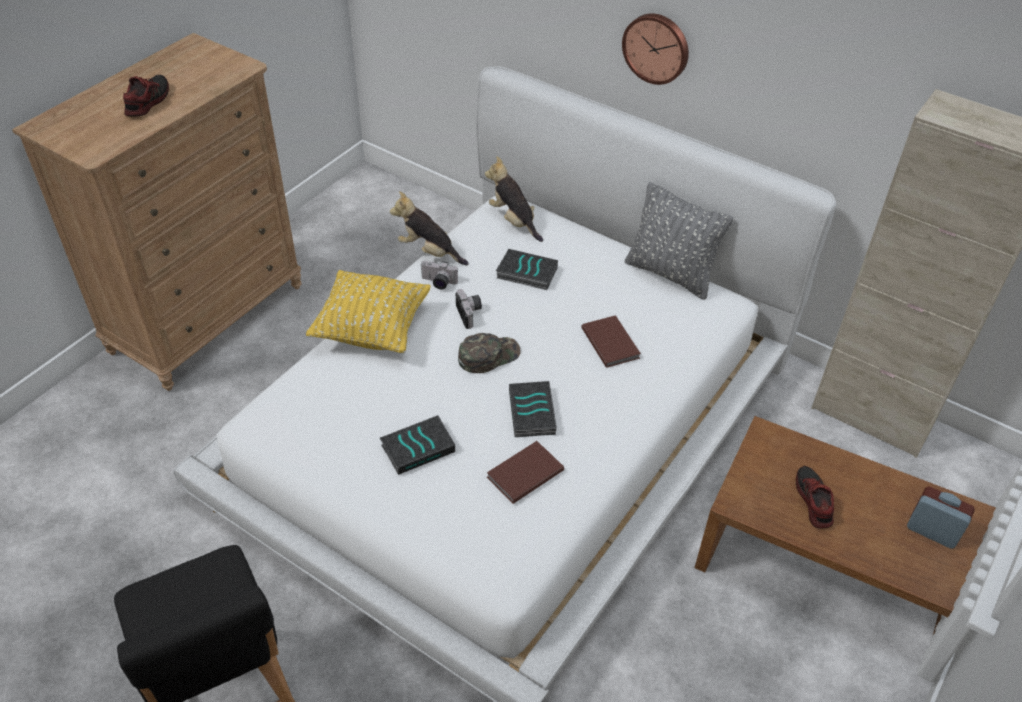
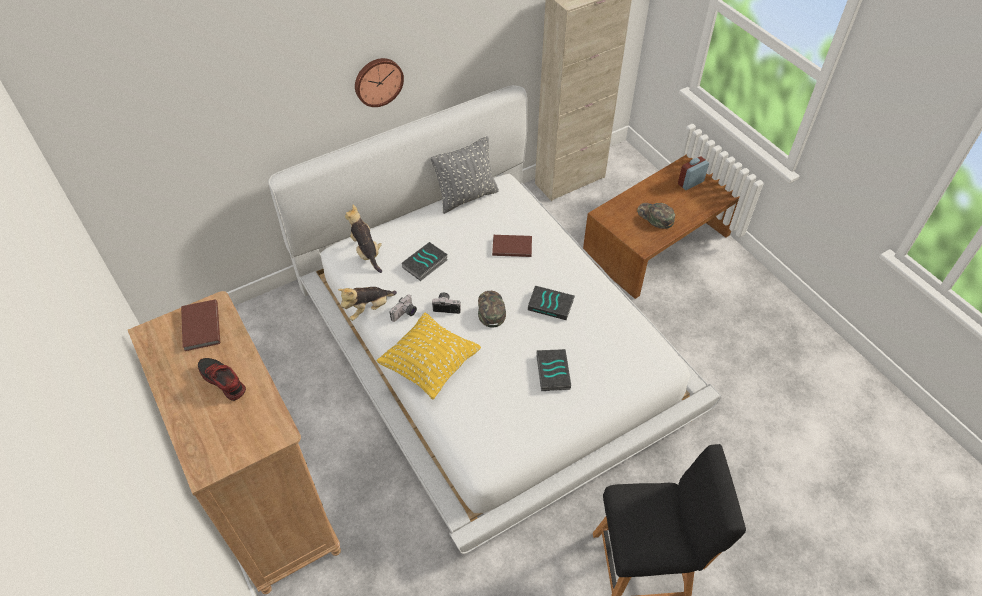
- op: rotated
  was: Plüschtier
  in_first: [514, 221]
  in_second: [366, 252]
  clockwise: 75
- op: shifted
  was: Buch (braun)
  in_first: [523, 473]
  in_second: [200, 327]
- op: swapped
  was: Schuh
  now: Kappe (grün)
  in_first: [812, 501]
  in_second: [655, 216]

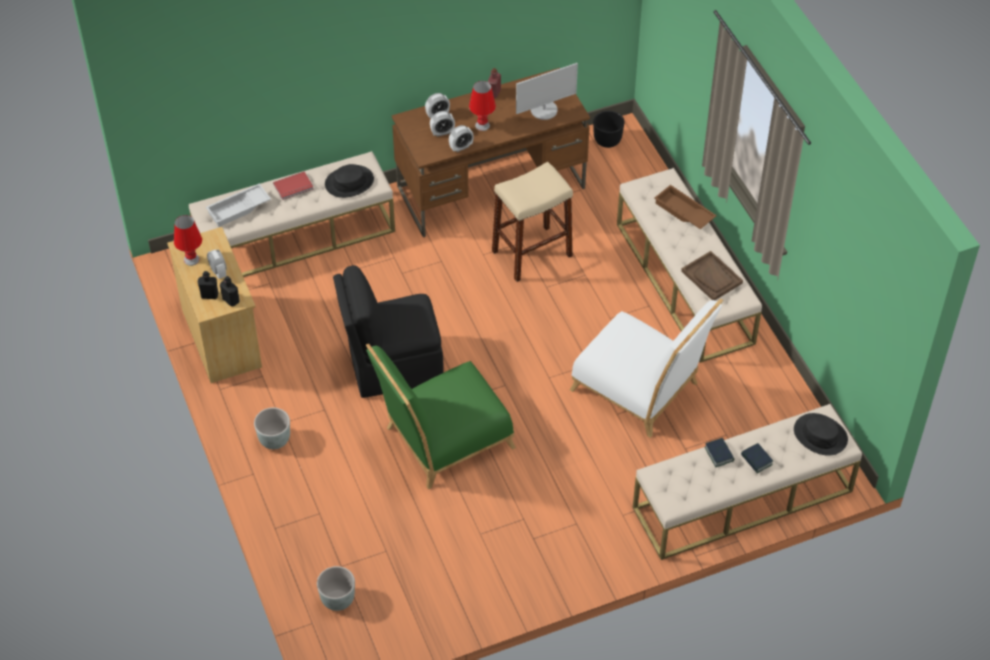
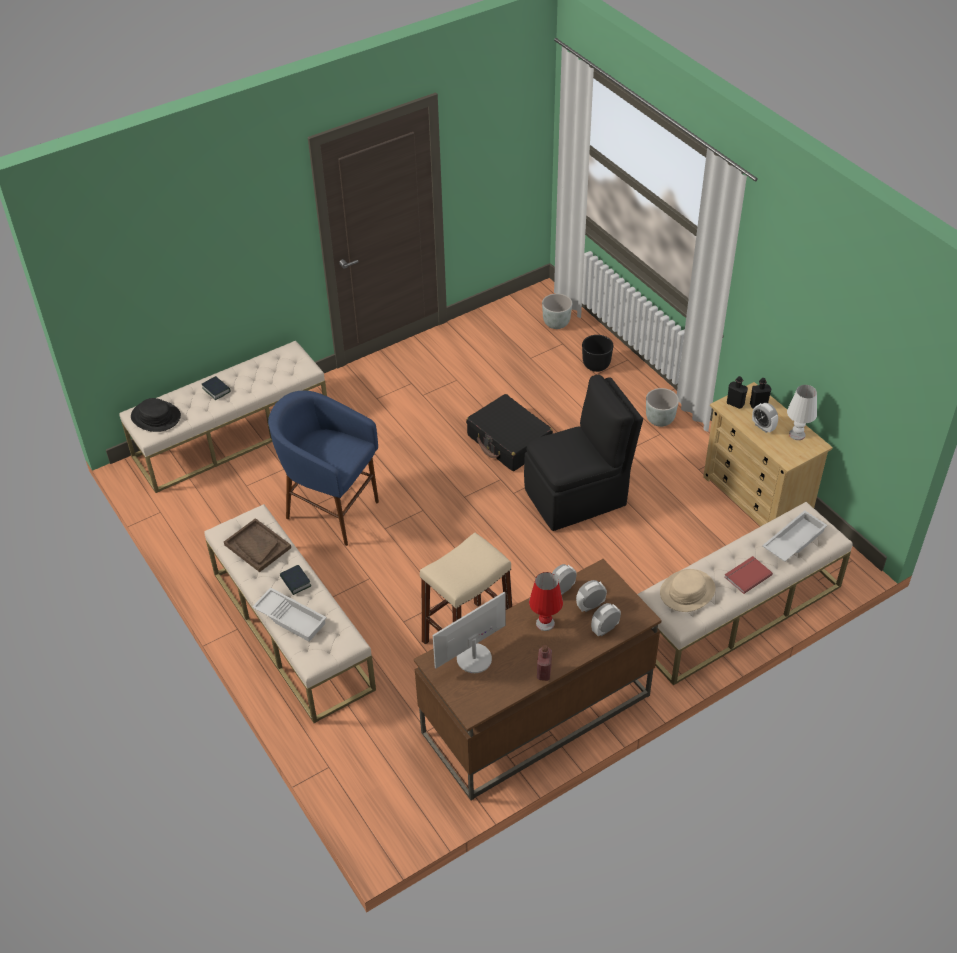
- op: repainted
  was: Tischlampe (rot)
  now: Tischlampe (weiß)
  in_first: [191, 259]
  in_second: [797, 434]
- op: repainted
  was: Hut (schwarz)
  now: Hut (beige)
  in_first: [349, 182]
  in_second: [687, 591]
- op: swapped
  was: Stuhl (grün)
  now: Koffer (schwarz)
  in_first: [442, 441]
  in_second: [509, 441]
- op: swapped
  was: Stuhl (weiß)
  now: Hocker (blau)
  in_first: [640, 391]
  in_second: [331, 511]
- op: shifted
  was: Pflanzkübel (schwarz)
  in_first: [607, 141]
  in_second: [596, 365]
- op: repainted
  was: Tablett (braun)
  now: Tablett (weiß)
  in_first: [683, 212]
  in_second: [291, 617]
- op: shifted
  was: Buch
  in_first: [719, 454]
  in_second: [295, 582]

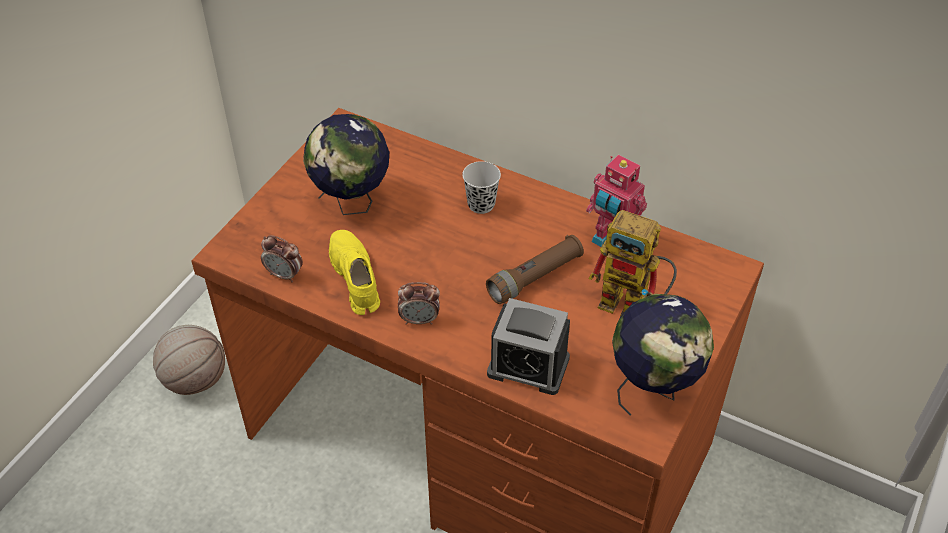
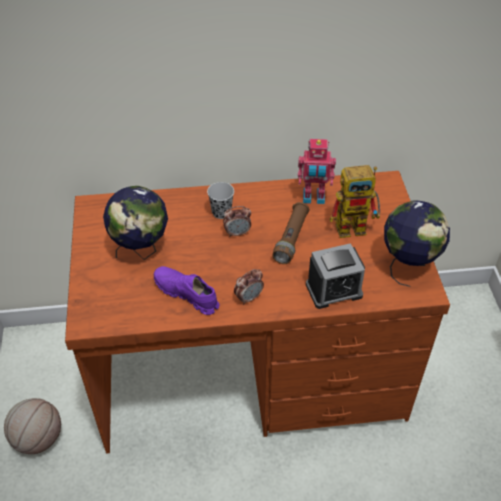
- op: shifted
  was: Wecker
  in_first: [284, 275]
  in_second: [237, 233]
- op: repainted
  was: Schuh (gelb)
  now: Schuh (lila)
  in_first: [355, 278]
  in_second: [186, 294]

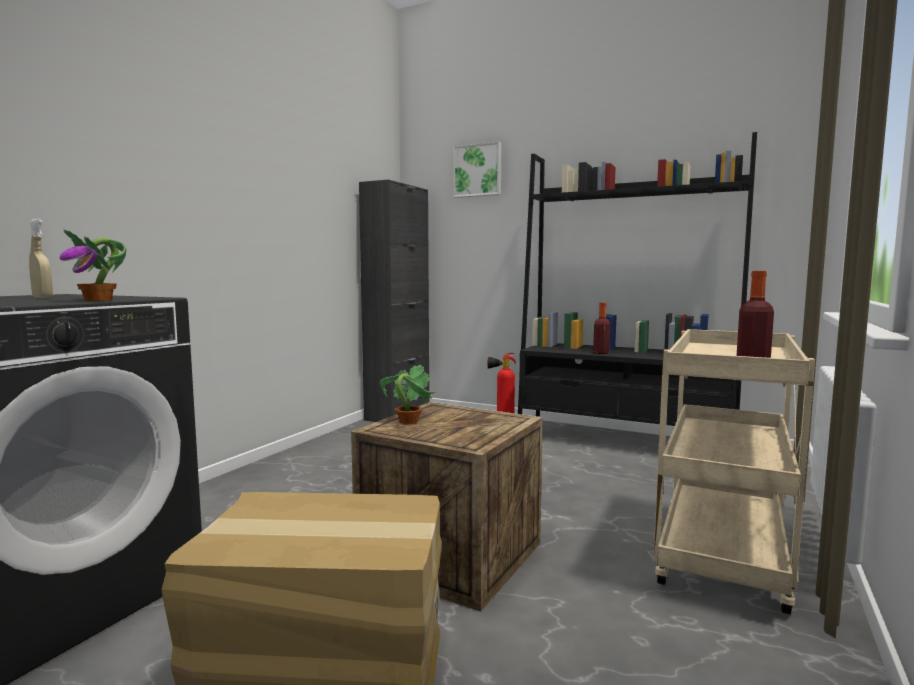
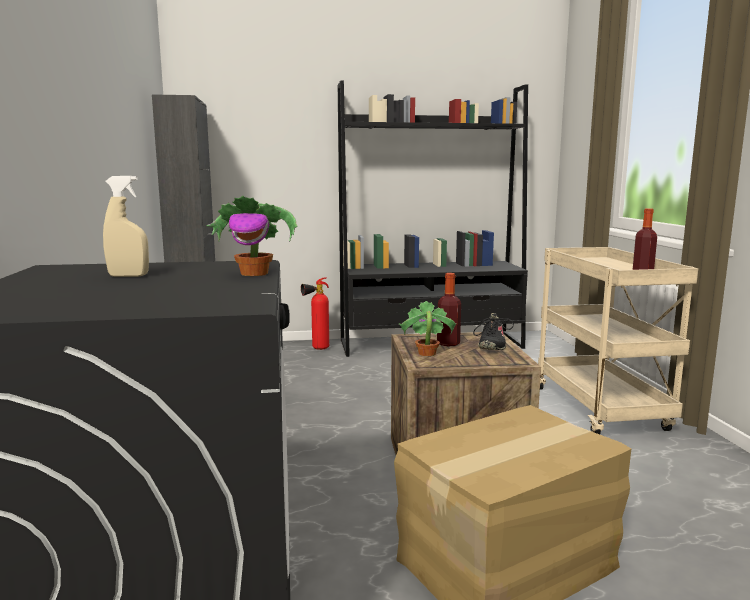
- op: gone
  was: Bild
  in_first: [478, 170]
- op: shifted
  was: Flasche
  in_first: [601, 353]
  in_second: [448, 343]
- op: new
  now: Schuh (schwarz)
  in_second: [491, 345]

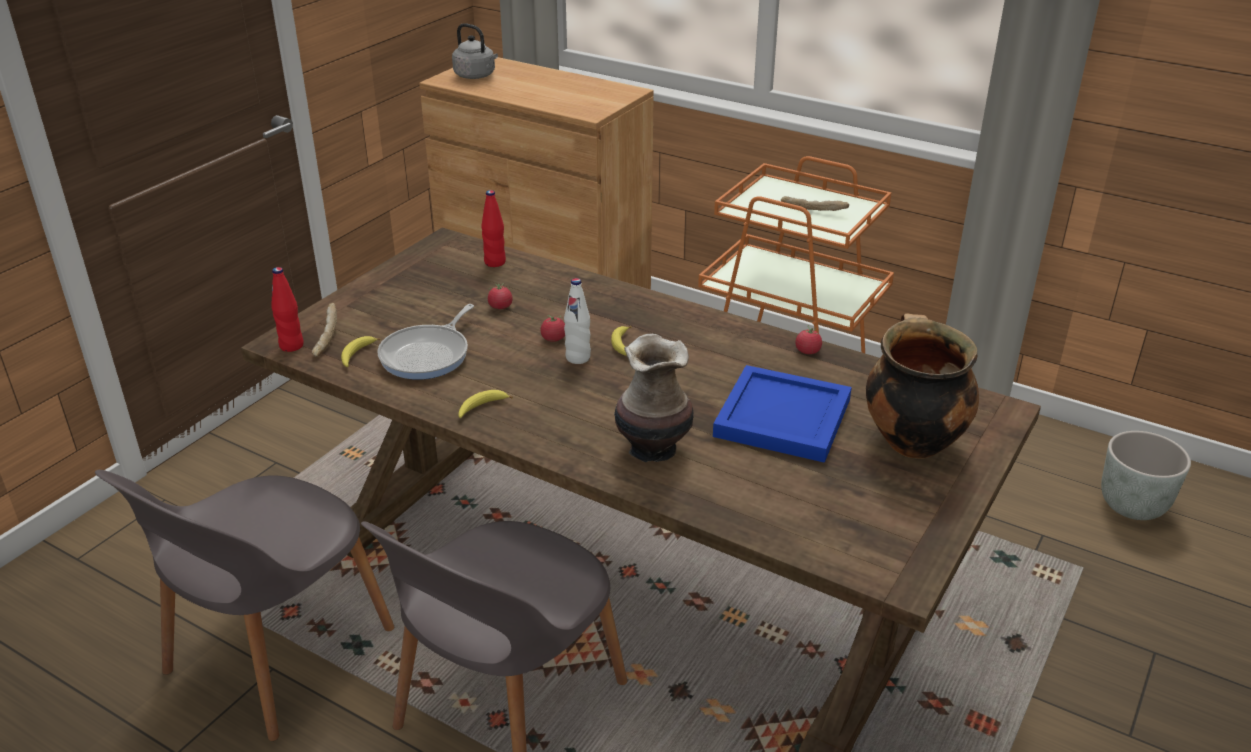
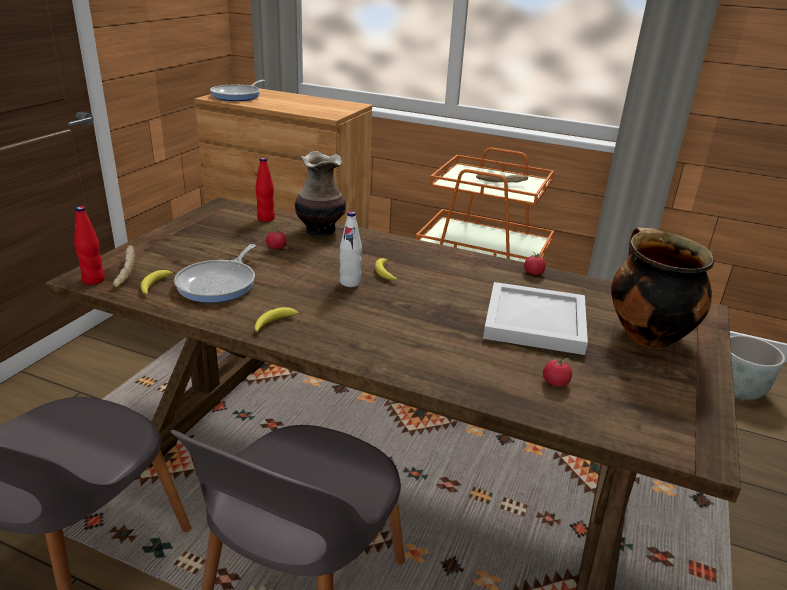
- op: swapped
  was: Wasserkessel (grau)
  now: Pfanne
  in_first: [476, 76]
  in_second: [238, 96]
- op: shifted
  was: Tomate
  in_first: [553, 339]
  in_second: [555, 382]
- op: shifted
  was: Vase
  in_first: [652, 448]
  in_second: [319, 230]
- op: repainted
  was: Tablett (blau)
  now: Tablett (weiß)
  in_first: [780, 418]
  in_second: [533, 322]

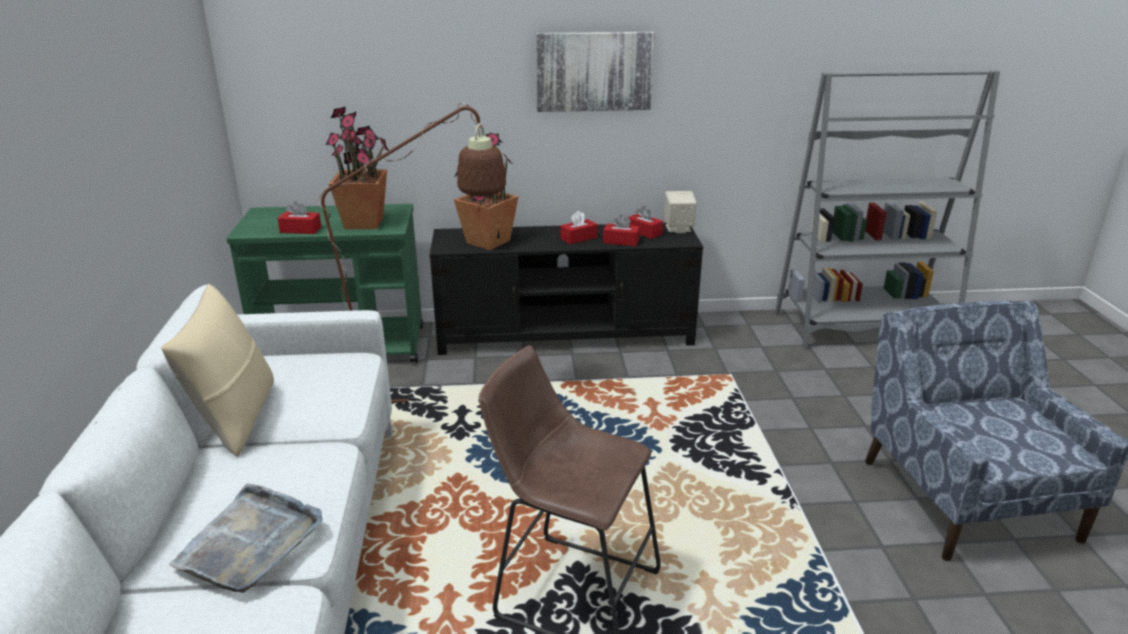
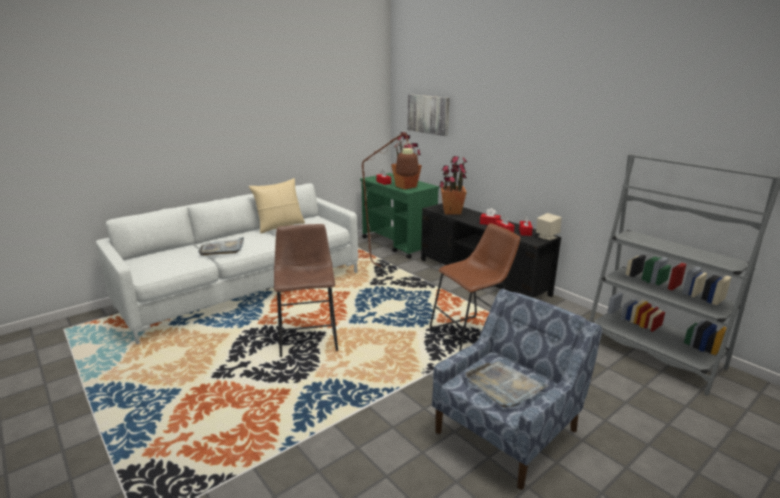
- op: shifted
  was: Bild
  in_first: [594, 71]
  in_second: [428, 114]
- op: new
  now: Hocker (braun)
  in_second: [472, 334]
- op: new
  now: Tablett (grau)
  in_second: [503, 386]

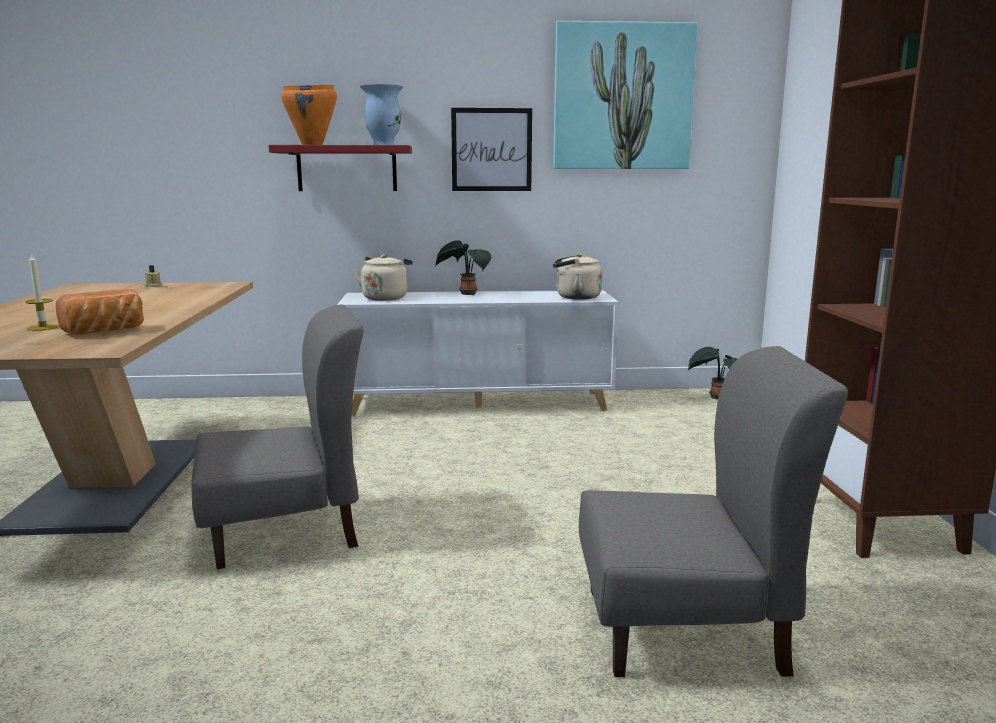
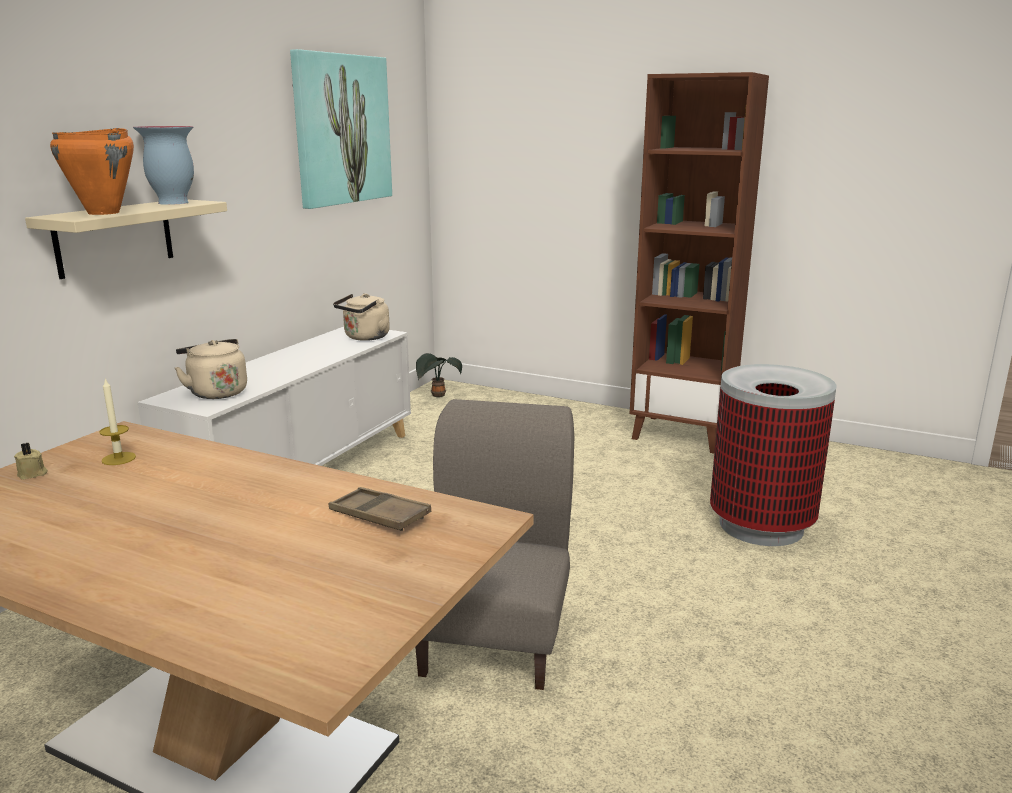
- op: shifted
  was: Kerze
  in_first: [43, 327]
  in_second: [119, 458]
- op: swapped
  was: Brot
  now: Tablett (braun)
  in_first: [105, 332]
  in_second: [379, 516]
- op: repainted
  was: Wandregal (rot)
  now: Wandregal (beige)
  in_first: [347, 168]
  in_second: [114, 237]
- op: gone
  was: Topfpflanze
  in_first: [466, 294]
- op: gone
  was: Bild
  in_first: [491, 150]
- op: swapped
  was: Stuhl (grau)
  now: Mülleimer
  in_first: [684, 630]
  in_second: [761, 525]

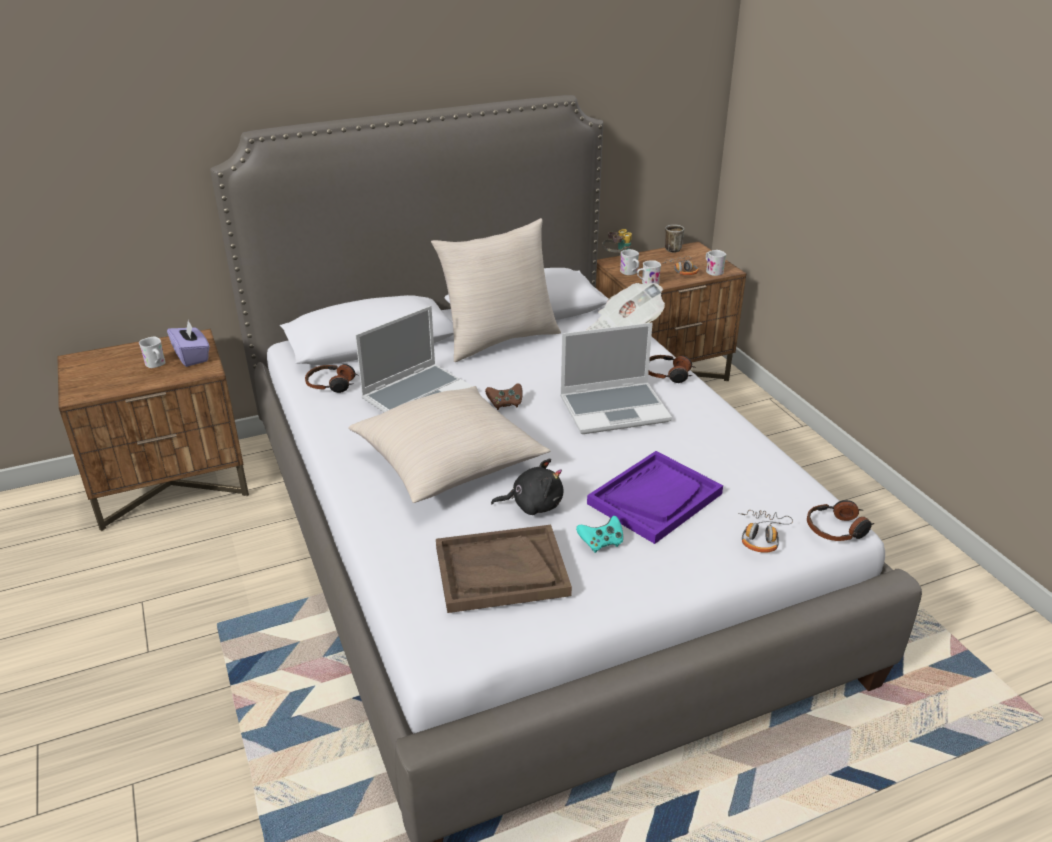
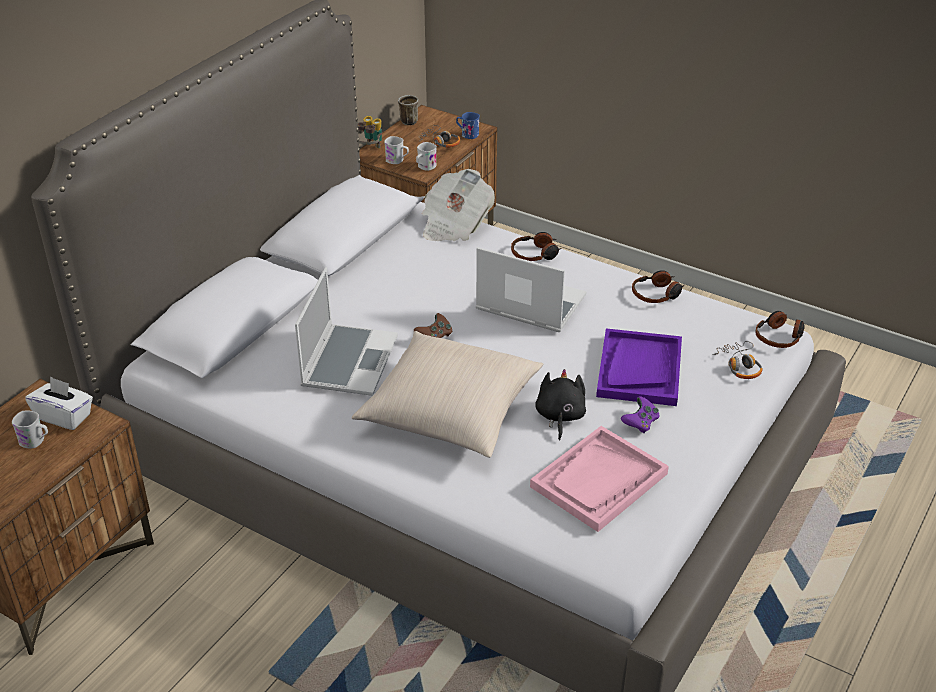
- op: repainted
  was: Taschentuchbox (lila)
  now: Taschentuchbox (weiß)
  in_first: [192, 356]
  in_second: [64, 416]
- op: shifted
  was: Kopfhörer
  in_first: [332, 384]
  in_second: [657, 294]
- op: gone
  was: Kissen (beige)
  in_first: [499, 339]
- op: repainted
  was: Tablett (braun)
  now: Tablett (rosa)
  in_first: [501, 571]
  in_second: [599, 481]
- op: rotated
  was: Plüschtier (schwarz)
  in_first: [533, 505]
  in_second: [559, 416]
  clockwise: -45
- op: rotated
  was: Laptop
  in_first: [615, 409]
  in_second: [529, 304]
  clockwise: -105
- op: repainted
  was: Gamepad (türkis)
  now: Gamepad (lila)
  in_first: [601, 543]
  in_second: [640, 423]
- op: repainted
  was: Henkelbecher (weiß)
  now: Henkelbecher (blau)
  in_first: [712, 271]
  in_second: [467, 134]

